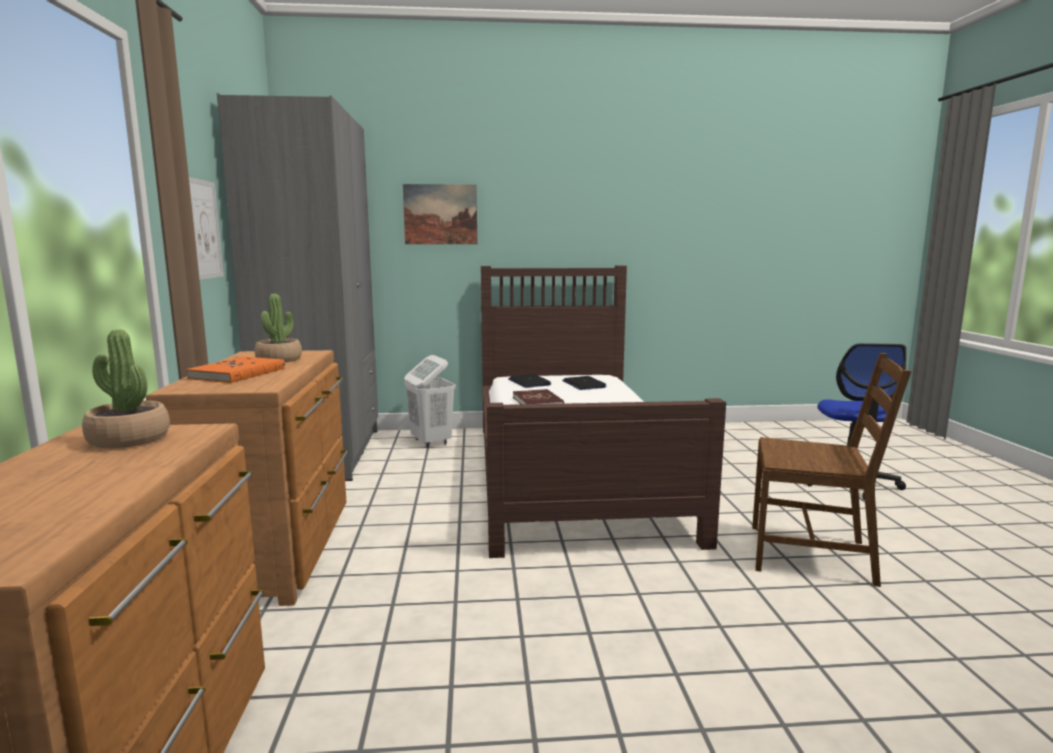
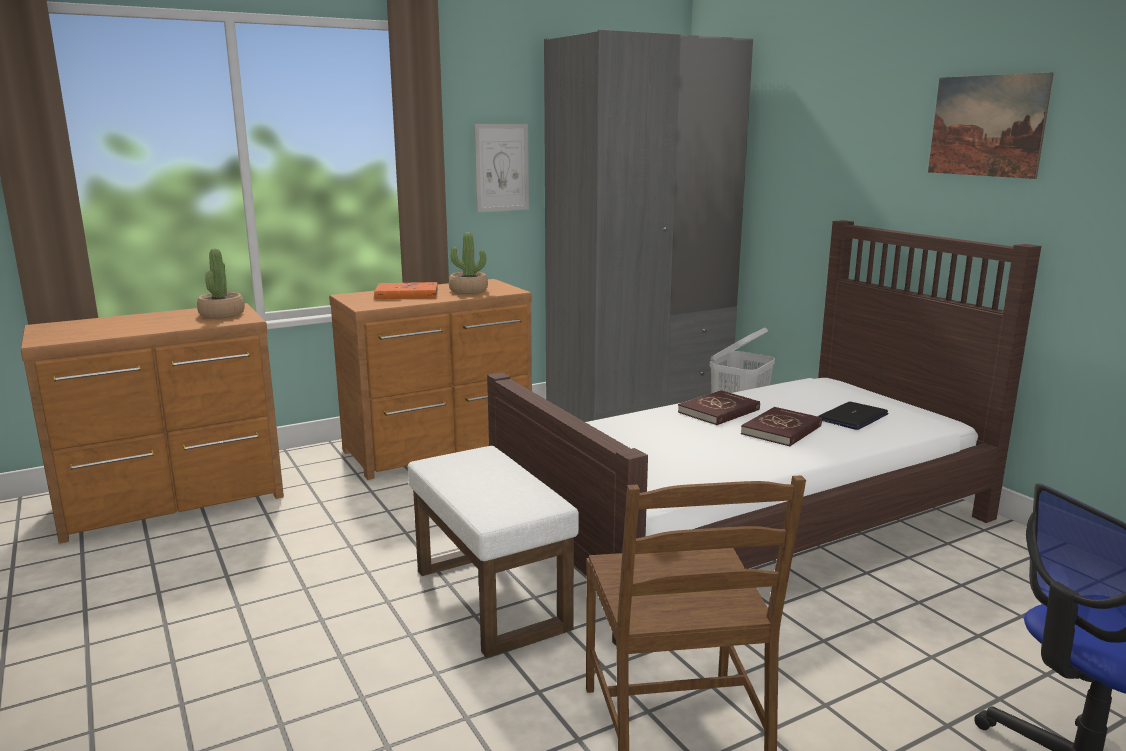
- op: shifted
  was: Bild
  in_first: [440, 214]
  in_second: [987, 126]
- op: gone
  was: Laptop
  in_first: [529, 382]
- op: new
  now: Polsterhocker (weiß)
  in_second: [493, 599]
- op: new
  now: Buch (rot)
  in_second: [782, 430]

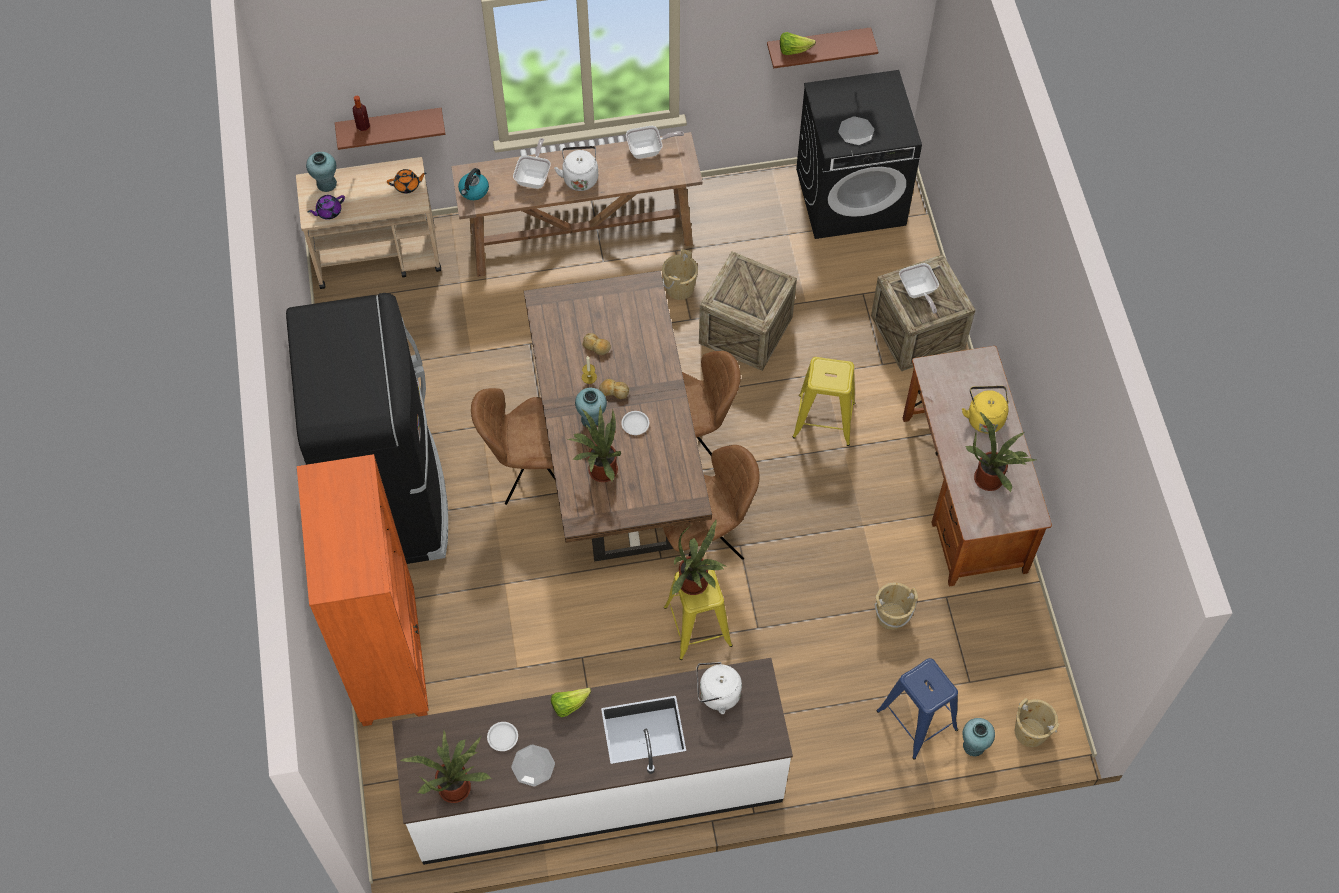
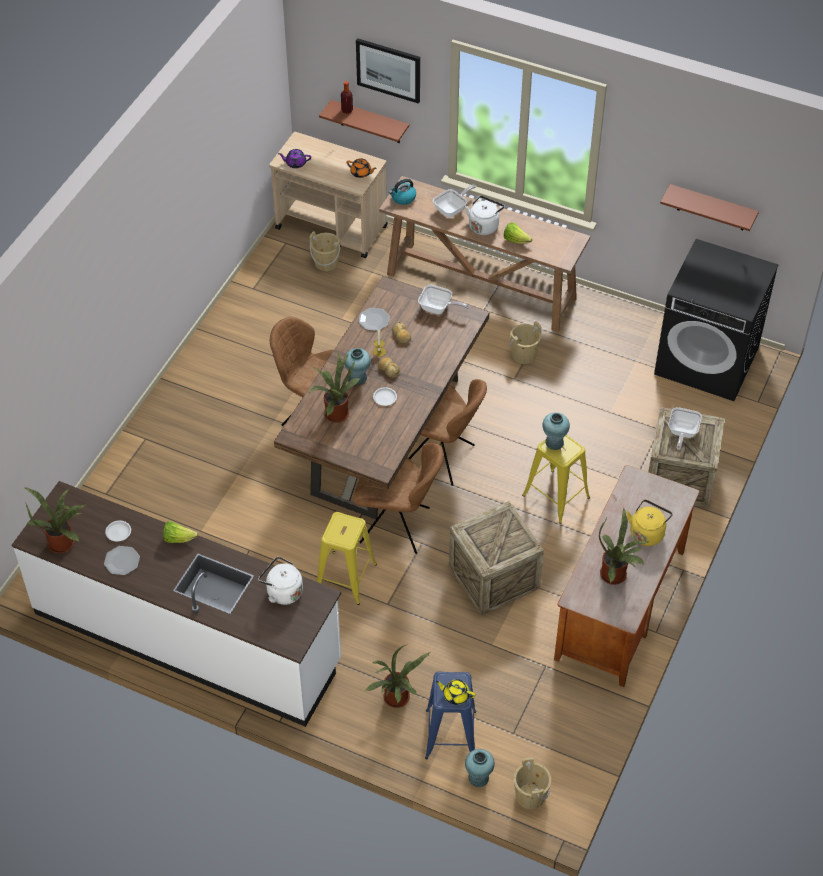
- op: gone
  was: Kühlschrank (schwarz)
  in_first: [391, 499]
- op: gone
  was: Bücherregal (orange)
  in_first: [390, 659]
- op: shifted
  was: Vase (türkis)
  in_first: [326, 184]
  in_second: [554, 442]
- op: shifted
  was: Pfanne
  in_first: [648, 150]
  in_second: [438, 308]
- op: shifted
  was: Topfpflanze
  in_first: [696, 584]
  in_second: [397, 700]
- op: shifted
  was: Kiste
  in_first: [745, 330]
  in_second: [493, 577]
- op: shifted
  was: Salatkopf
  in_first: [793, 50]
  in_second: [516, 240]
- op: shifted
  was: Teller
  in_first: [856, 131]
  in_second: [374, 320]
- op: shifted
  was: Eimer (beige)
  in_first: [891, 615]
  in_second: [326, 262]
- op: new
  now: Bild
  in_second: [388, 70]
- op: new
  now: Teekanne (gelb)
  in_second: [455, 695]

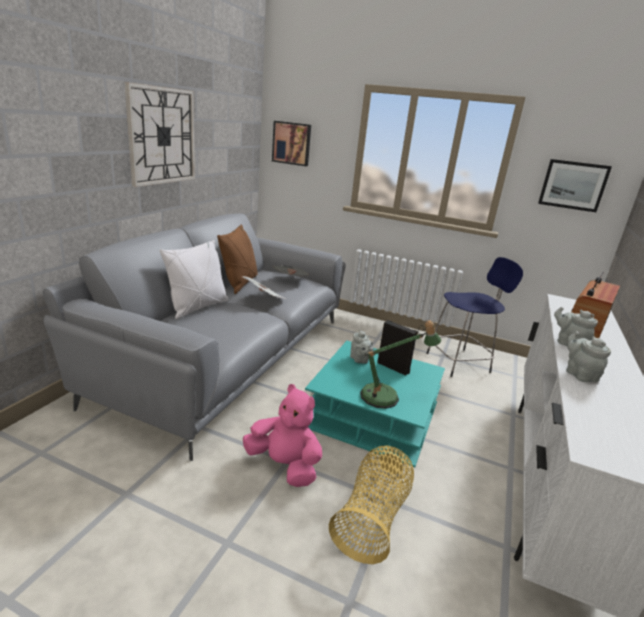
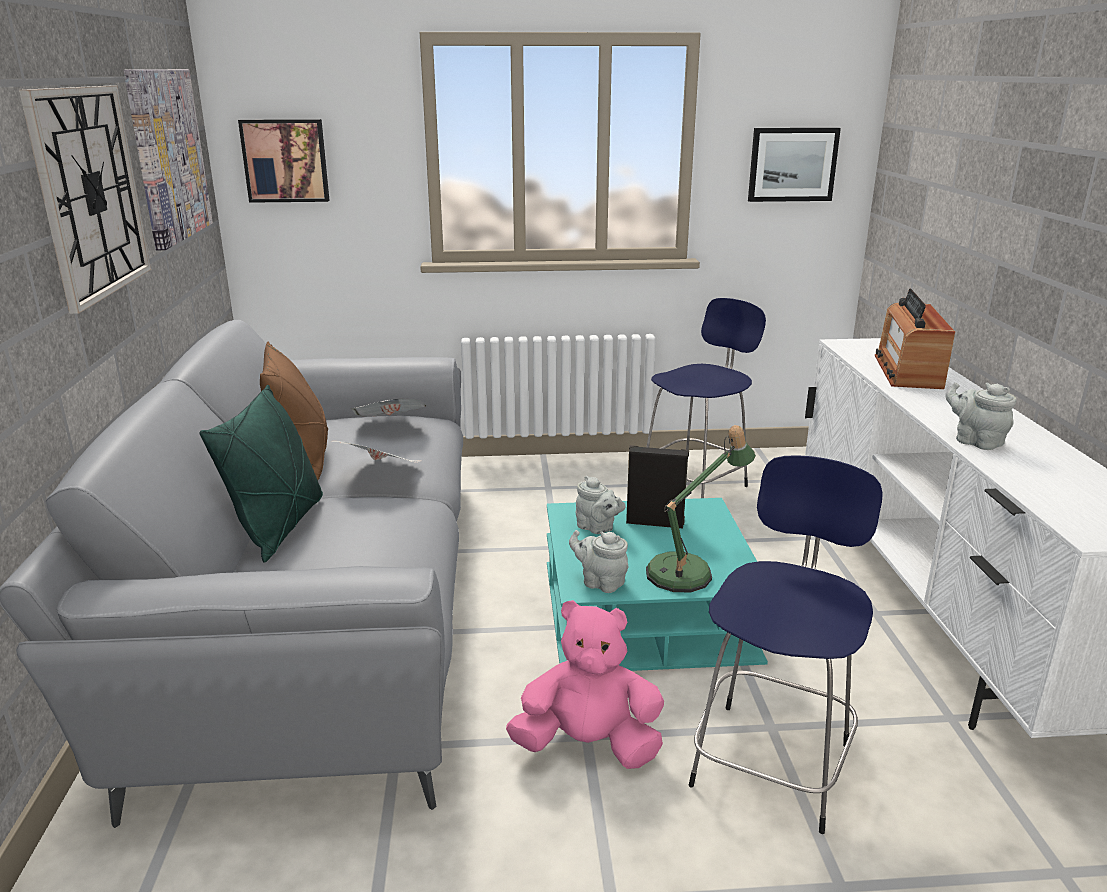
- op: repainted
  was: Kissen (weiß)
  now: Kissen (grün)
  in_first: [198, 307]
  in_second: [279, 527]
- op: swapped
  was: Korb
  now: Hocker (blau)
  in_first: [372, 517]
  in_second: [772, 760]
- op: shifted
  was: Teekanne (grau)
  in_first: [569, 344]
  in_second: [600, 582]
- op: new
  now: Bild
  in_second: [168, 155]

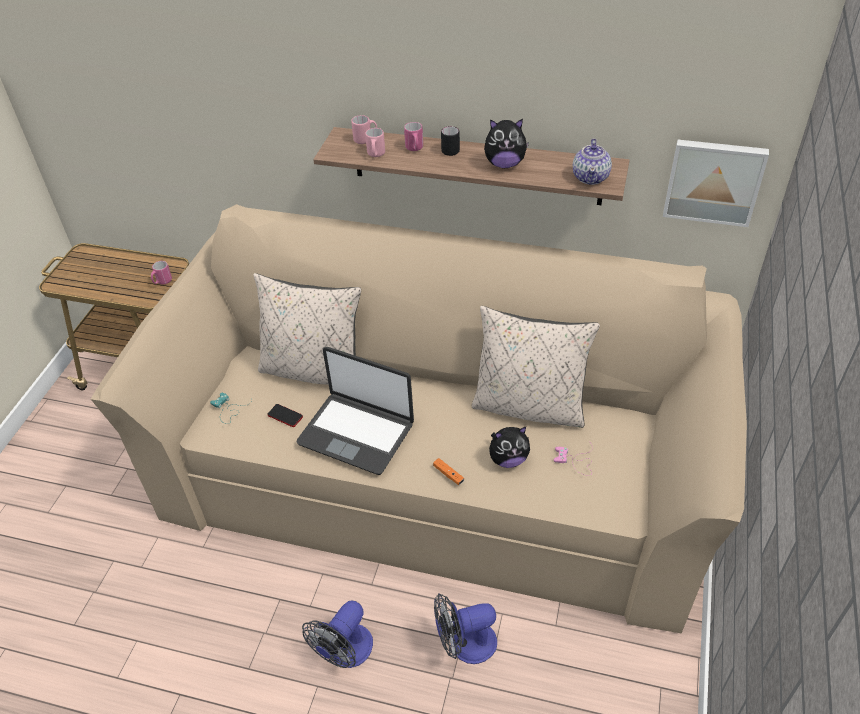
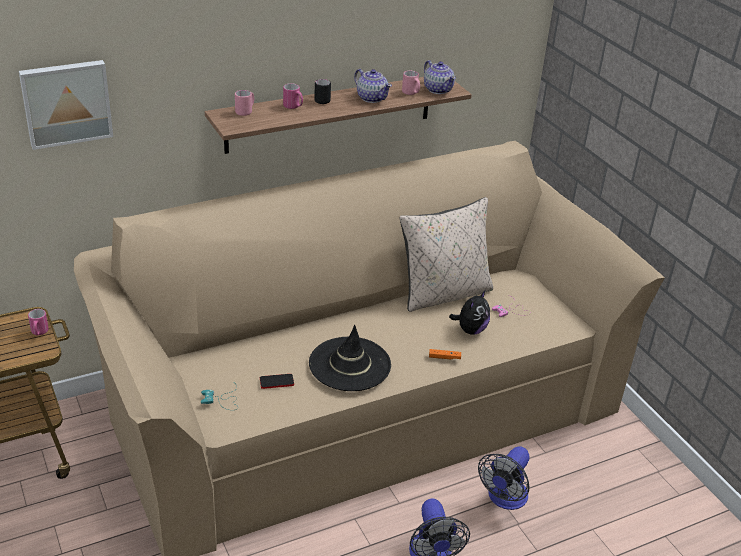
- op: gone
  was: Kissen (beige)
  in_first: [313, 370]
- op: swapped
  was: Laptop
  now: Hut (schwarz)
  in_first: [356, 433]
  in_second: [349, 364]
- op: shifted
  was: Henkelbecher (rosa)
  in_first: [375, 155]
  in_second: [411, 93]
- op: swapped
  was: Plüschtier
  now: Teekanne
  in_first: [504, 164]
  in_second: [372, 98]
- op: shifted
  was: Bild
  in_first: [713, 181]
  in_second: [66, 103]

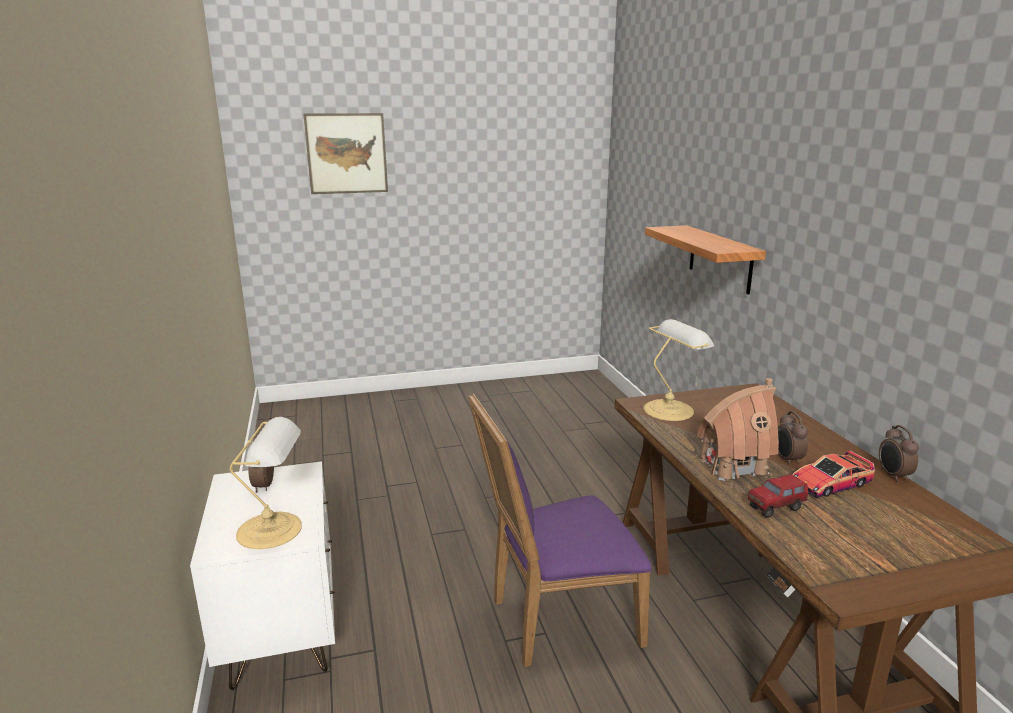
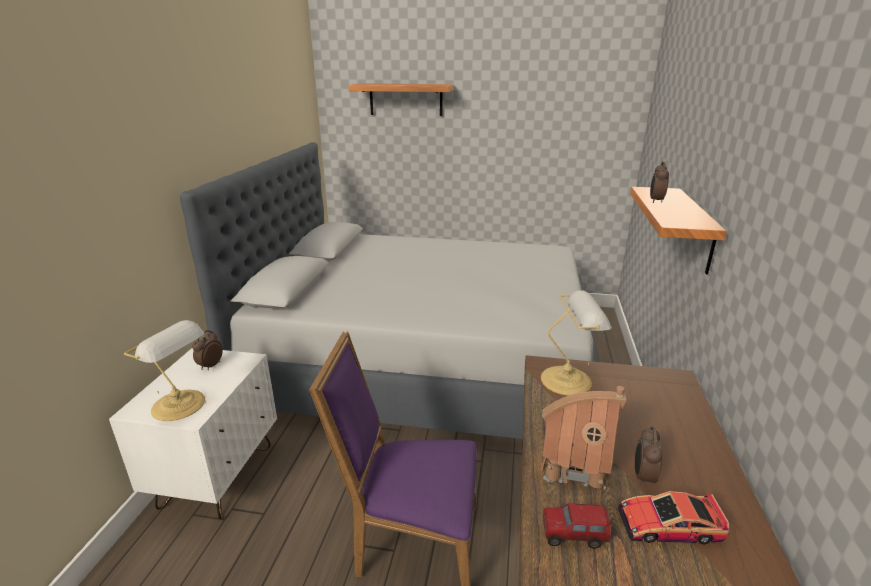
- op: swapped
  was: Bild
  now: Wandregal
  in_first: [346, 153]
  in_second: [406, 99]
- op: shifted
  was: Wecker
  in_first: [893, 476]
  in_second: [655, 201]
- op: new
  now: Bett (grau)
  in_second: [425, 363]

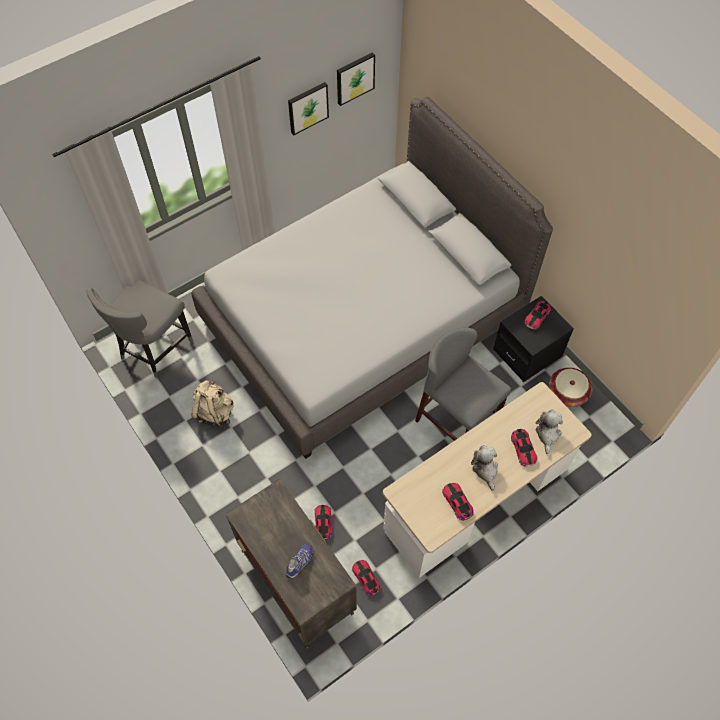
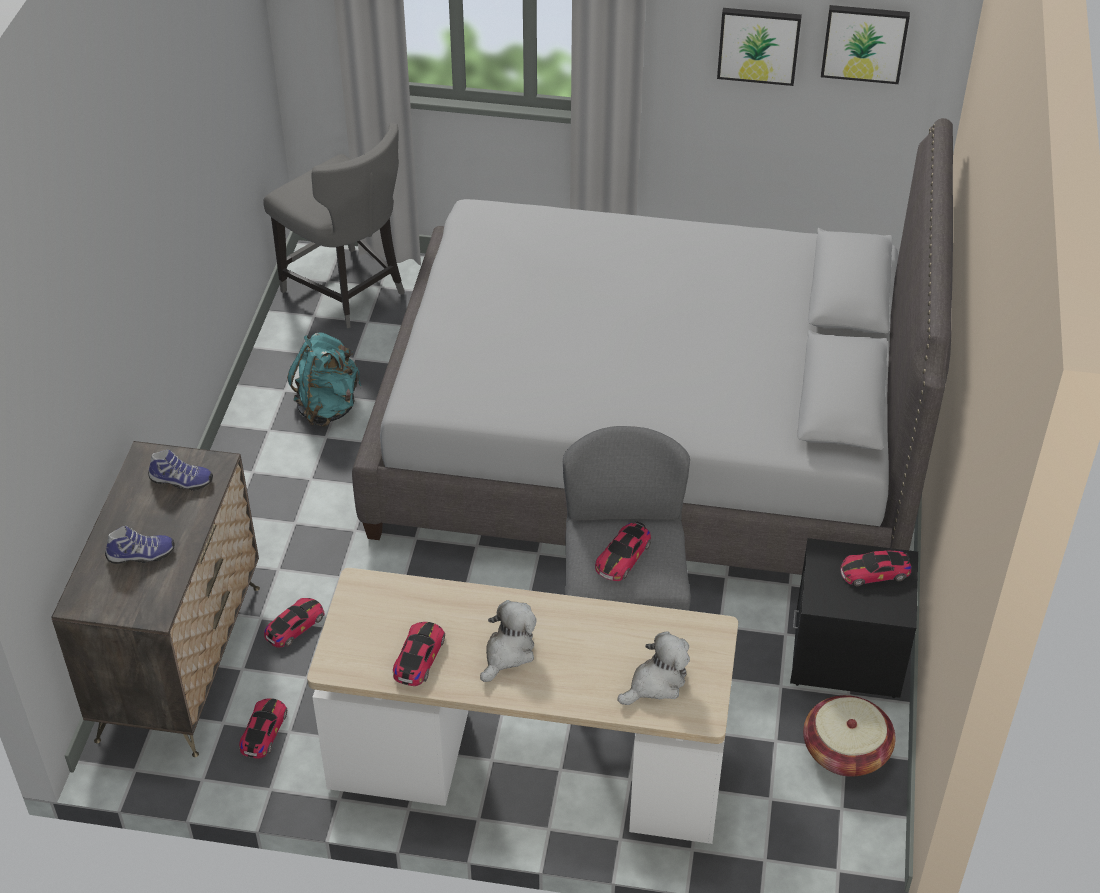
- op: rotated
  was: Stuhl (grau)
  in_first: [153, 349]
  in_second: [347, 291]
  clockwise: -120
- op: repainted
  was: Rucksack (beige)
  now: Rucksack (türkis)
  in_first: [214, 412]
  in_second: [328, 407]
- op: shifted
  was: Spielzeugauto
  in_first: [523, 449]
  in_second: [623, 556]
- op: new
  now: Schuh
  in_second: [181, 481]

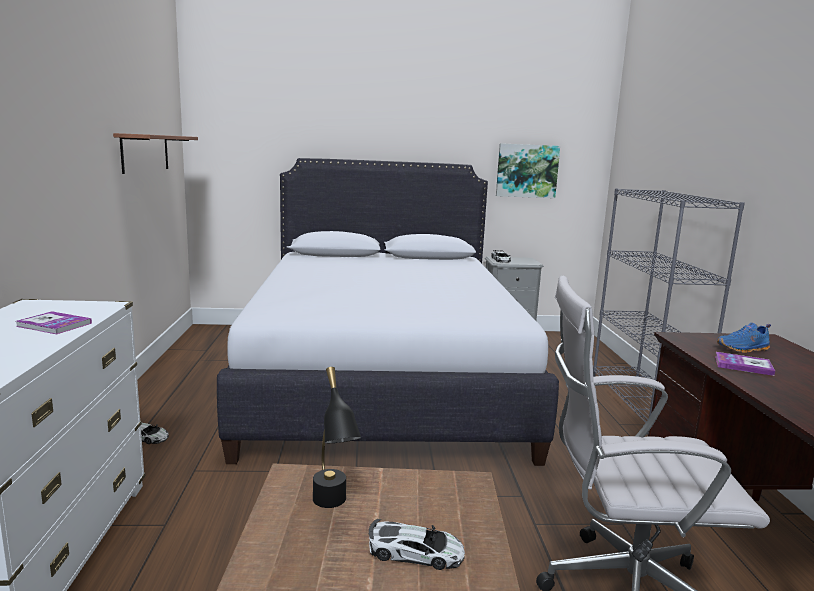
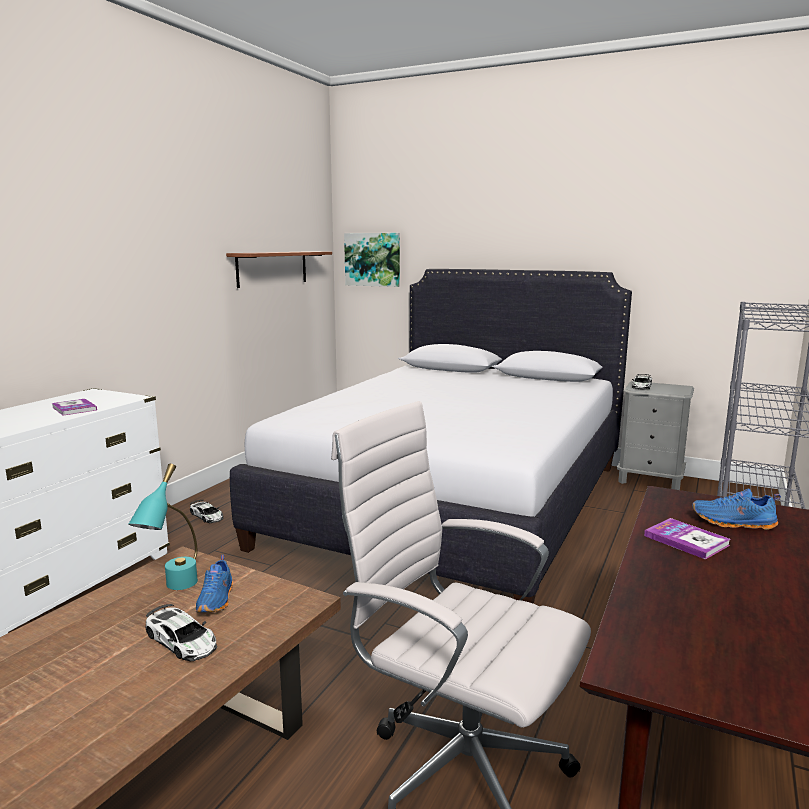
- op: repainted
  was: Tischlampe (schwarz)
  now: Tischlampe (türkis)
  in_first: [332, 507]
  in_second: [174, 590]
- op: shifted
  was: Bild
  in_first: [527, 171]
  in_second: [373, 259]
- op: new
  now: Schuh (blau)
  in_second: [217, 600]

